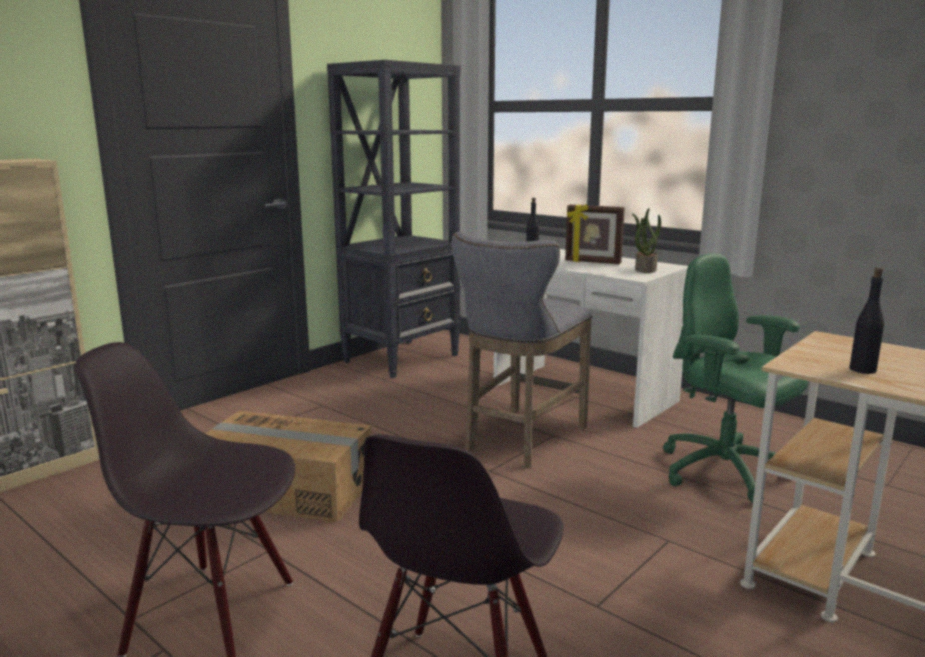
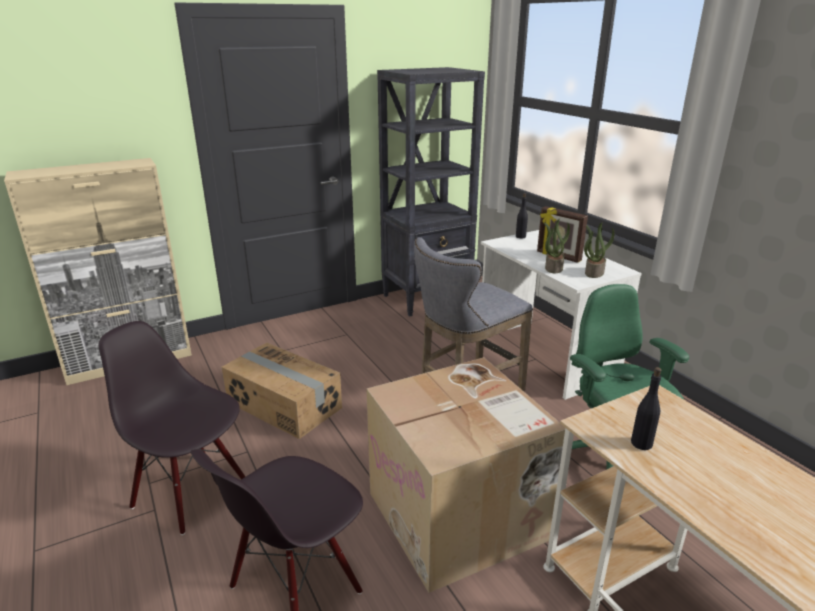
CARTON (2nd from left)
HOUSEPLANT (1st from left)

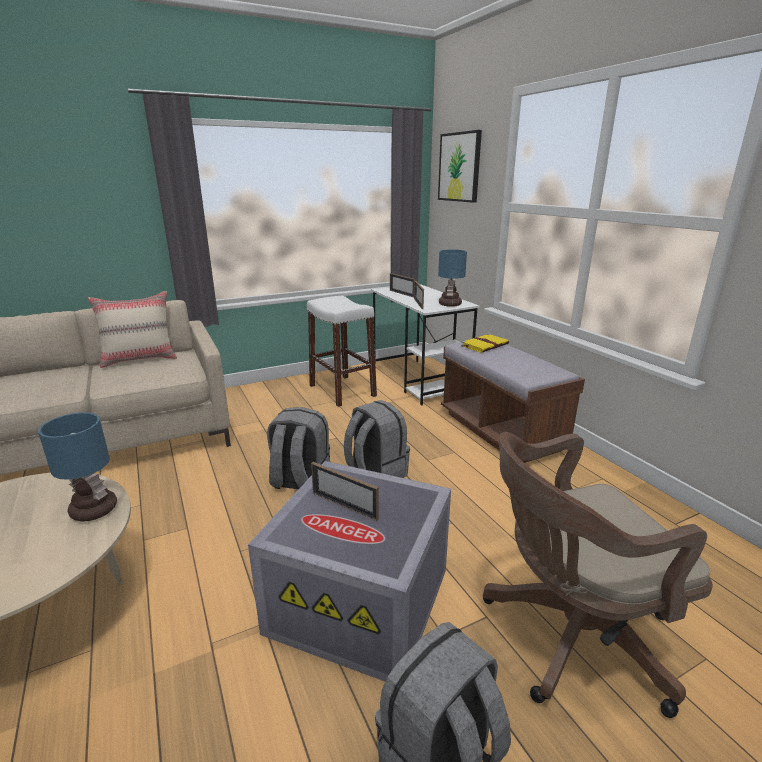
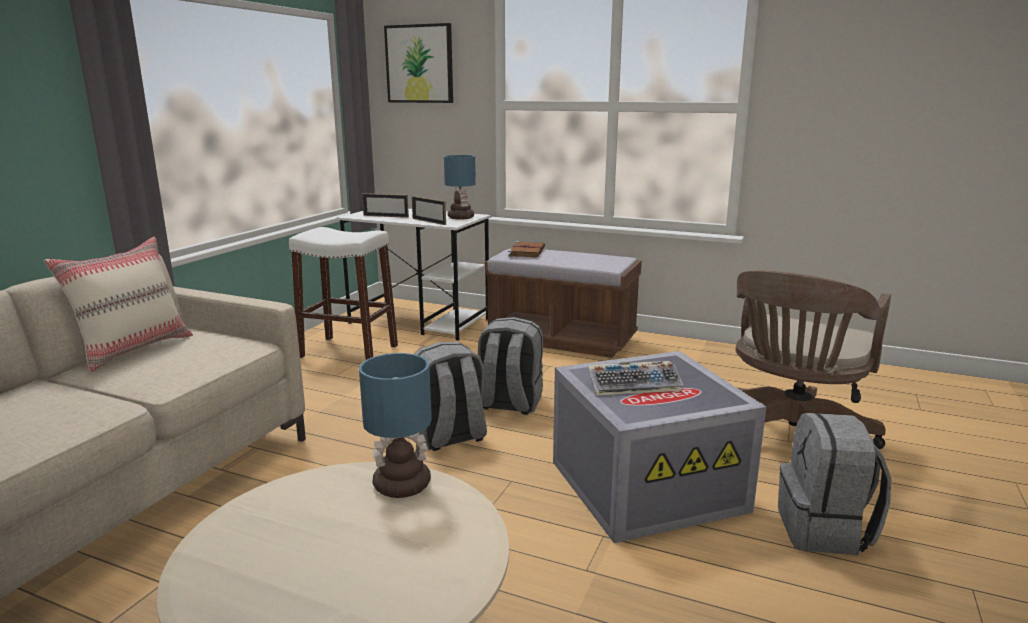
KEYBOARD
BROWNISH BOOK

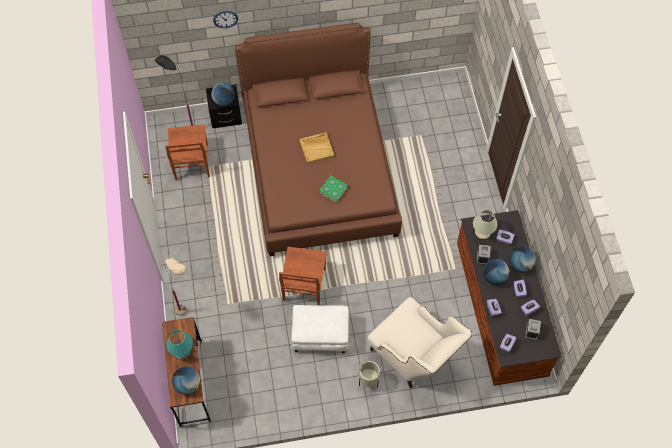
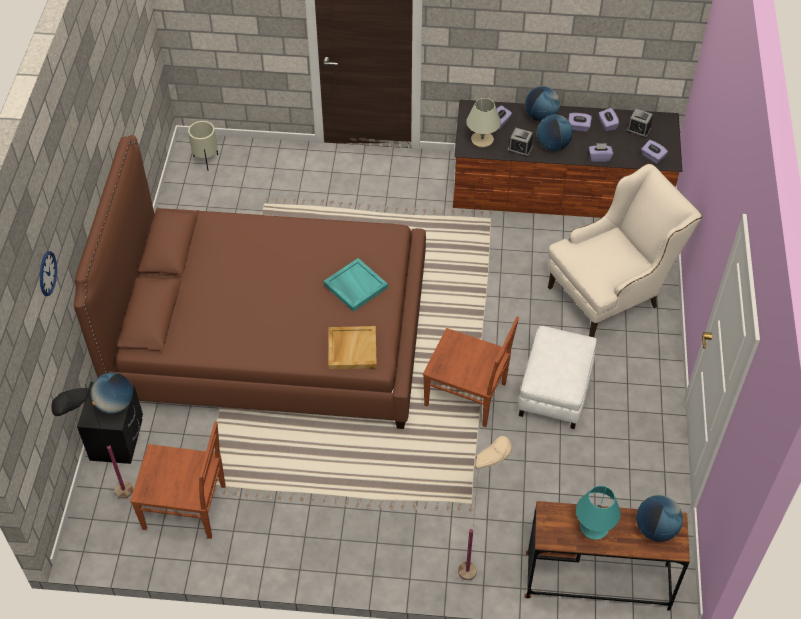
SAND-COLOURED TRAY
TURQUOISE TRAY
SAND-COLOURED PLANT POT

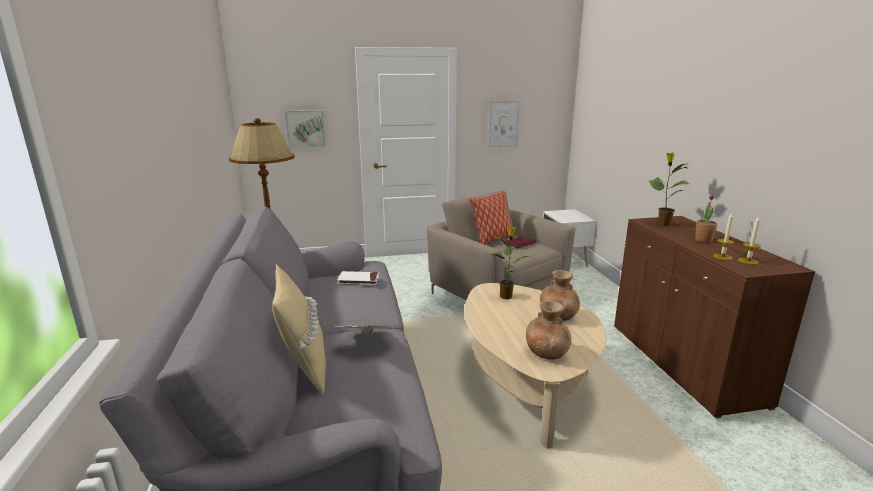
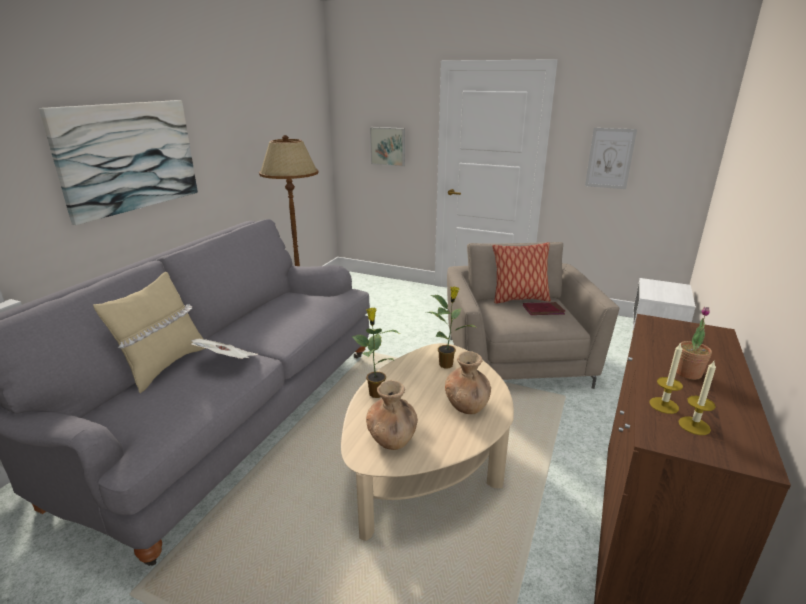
WHITISH BOOK
HOUSEPLANT (1st from left)
WALL ART (1st from left)

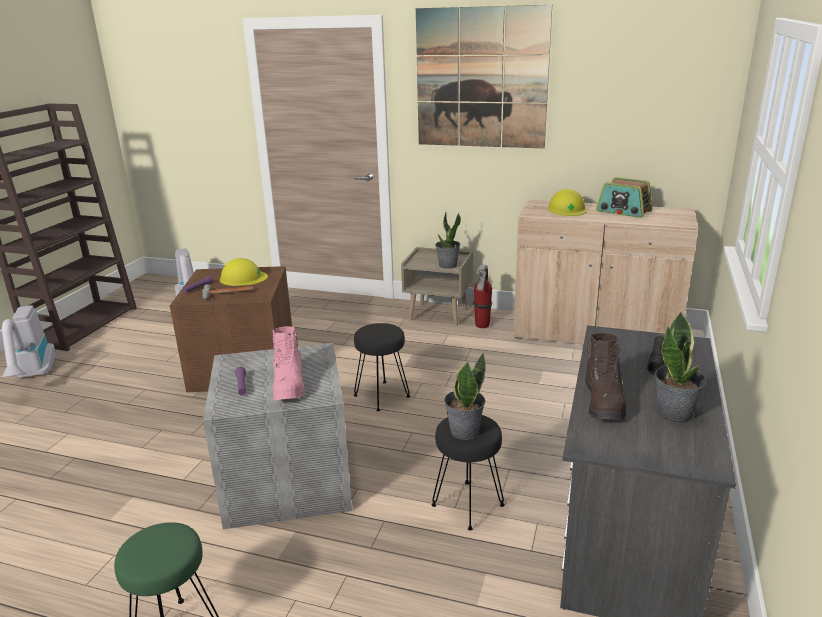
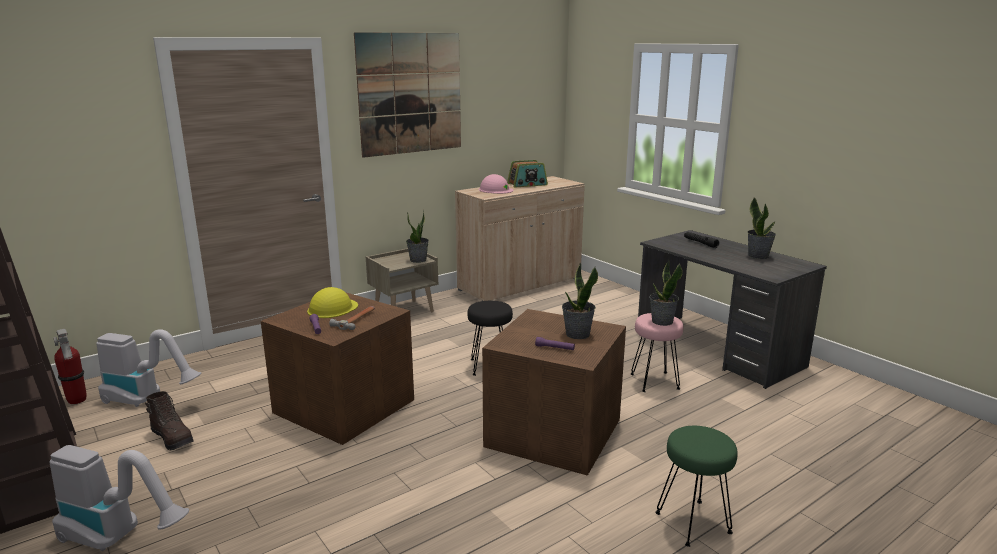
BROWNISH STORAGE BOX (2nd from left)
HOUSEPLANT (2nd from left)
PINK-COLOURED SITTING STOOL
FIRE EXTINGUISHER
PINK-COLOURED WORK HELMET
BROWNISH HIGH-TOP BOOT

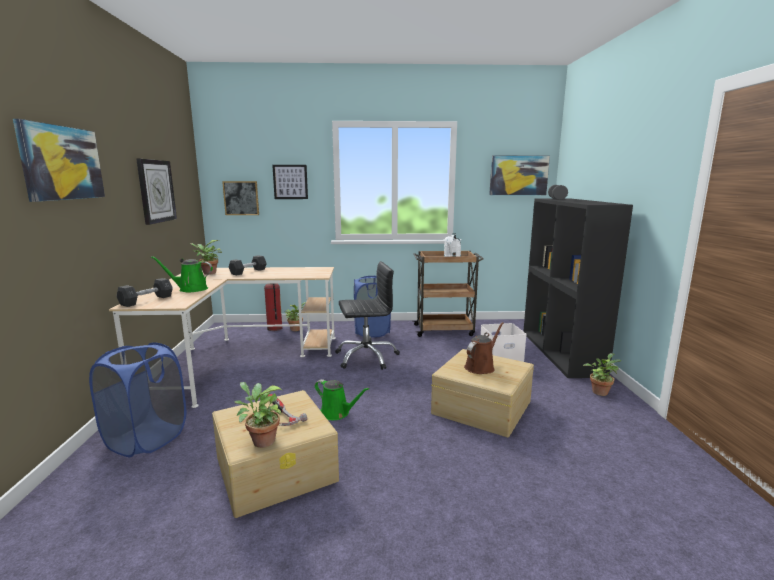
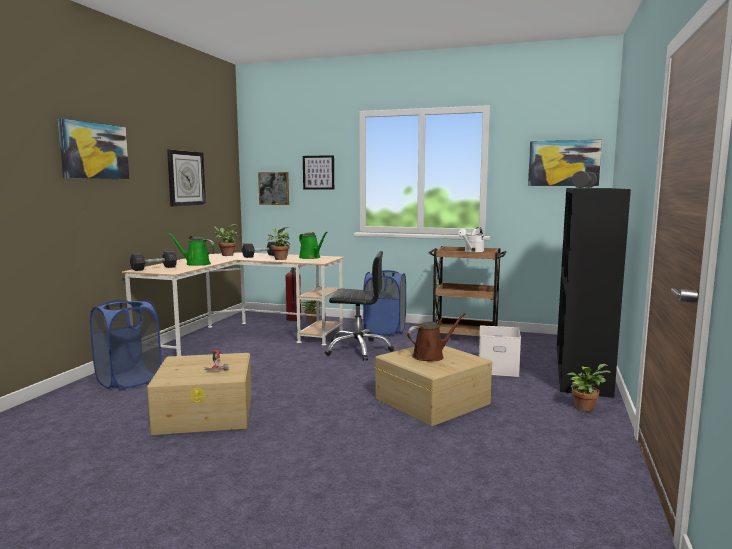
HOUSEPLANT (2nd from left)
GREENISH SPRINKLING CAN (2nd from left)

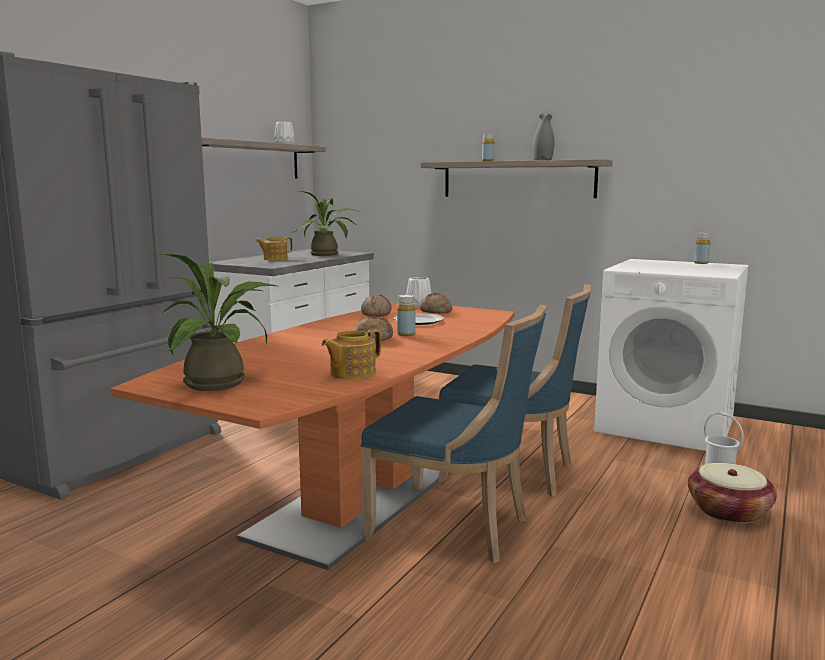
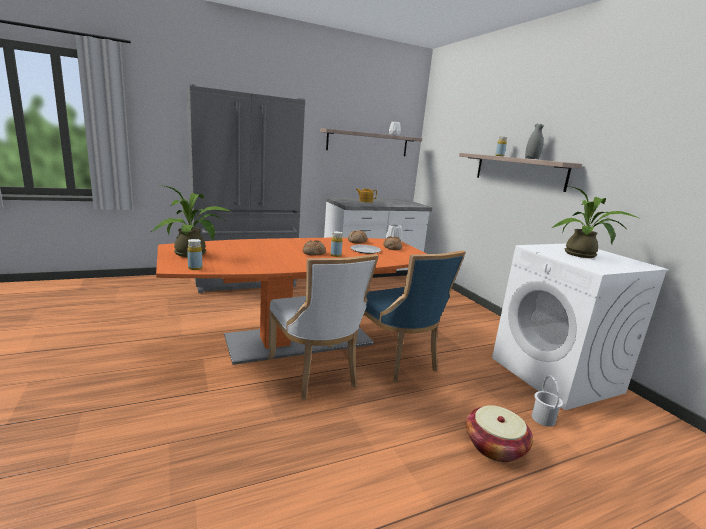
HOUSEPLANT (2nd from left)
TEA POT (2nd from left in the first image)
WHITISH CHAIR
YELLOW-COLOURED DRINK BOTTLE (1st from left)

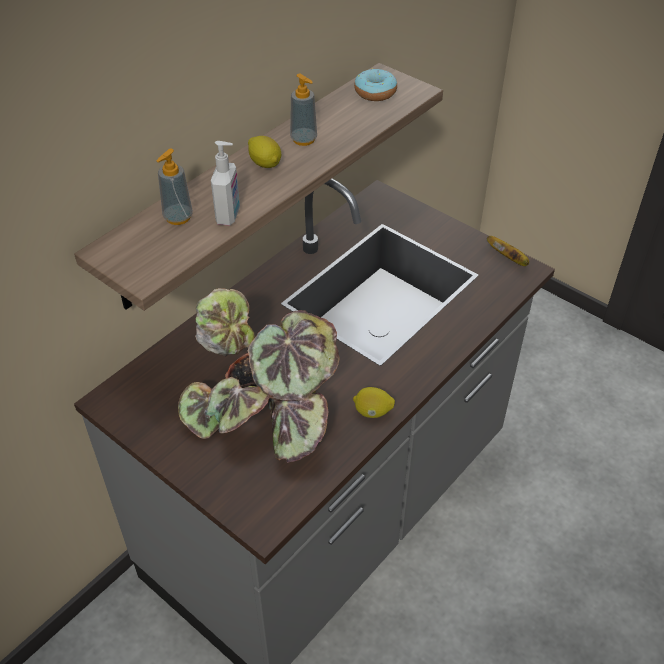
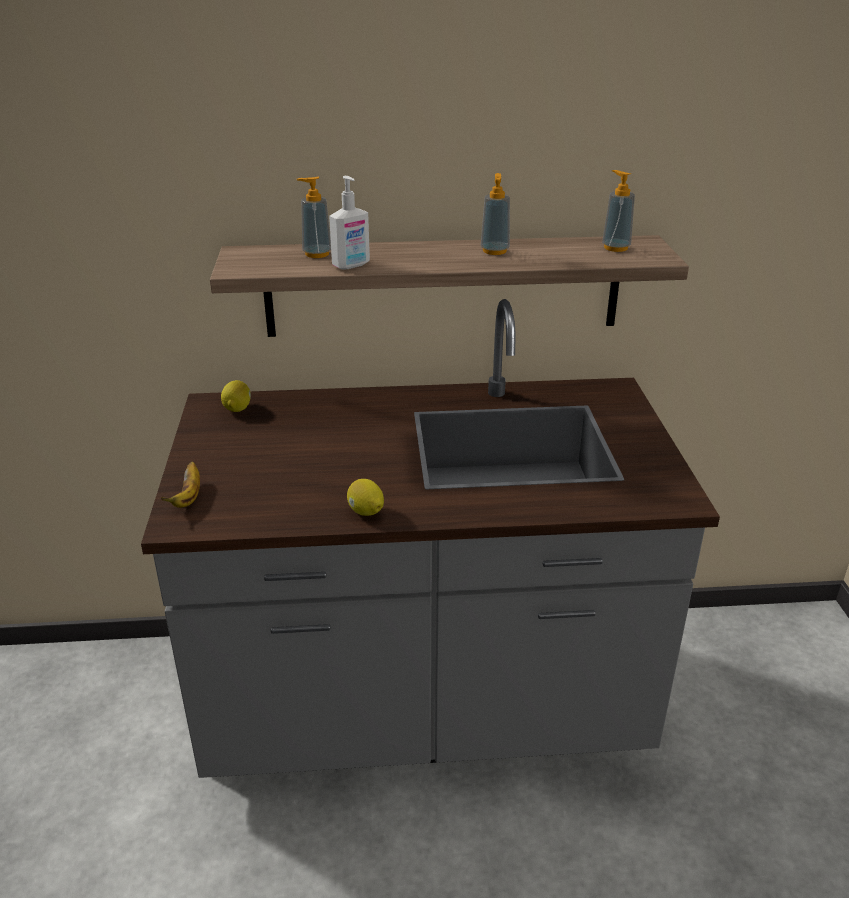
HOUSEPLANT
CITRUS FRUIT (1st from left)
LIQUID SOAP BOTTLE (4th from left)
WHOLE BANANA

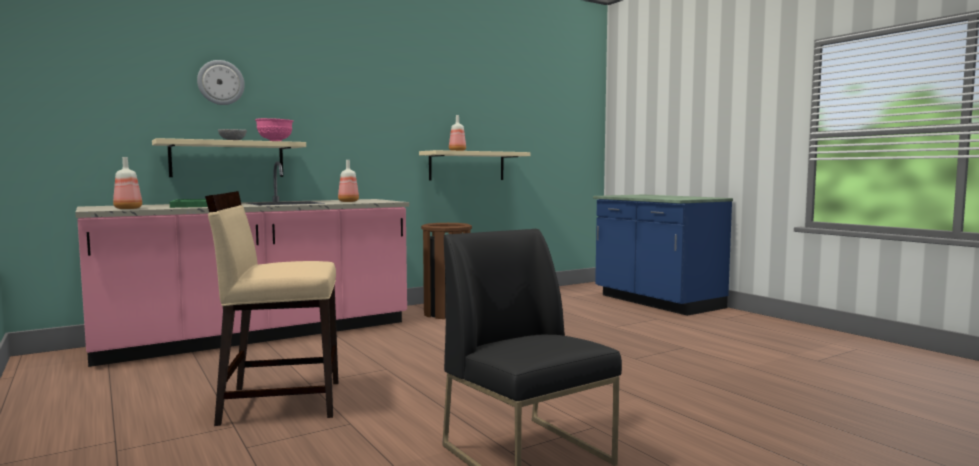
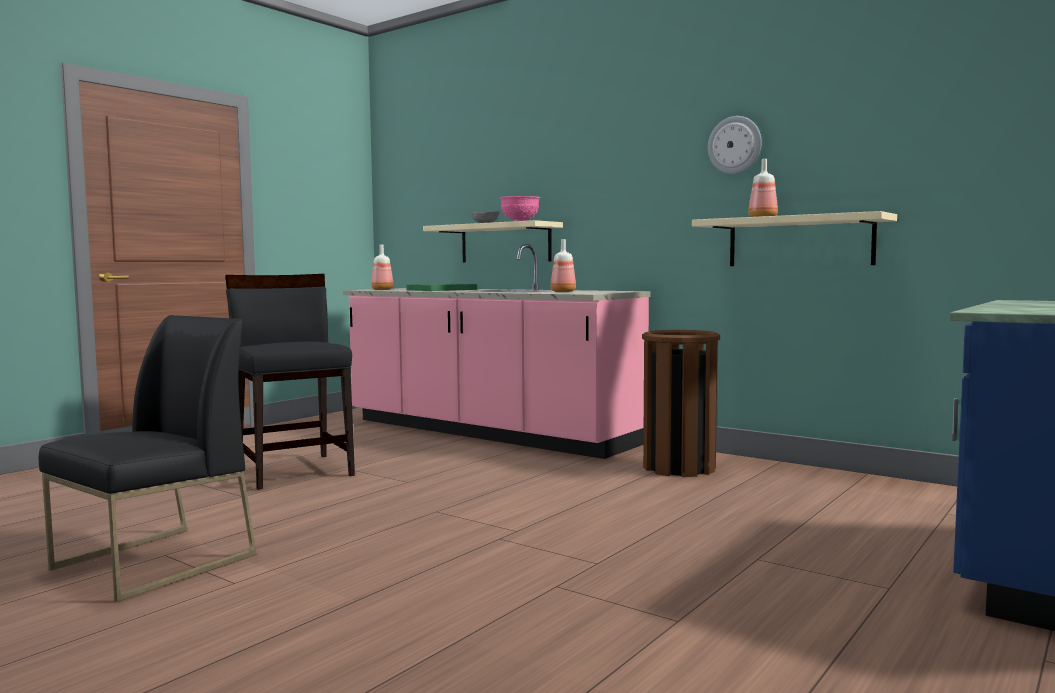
CLOCK ON THE WALL
BLACK-COLOURED CHAIR (2nd from left)

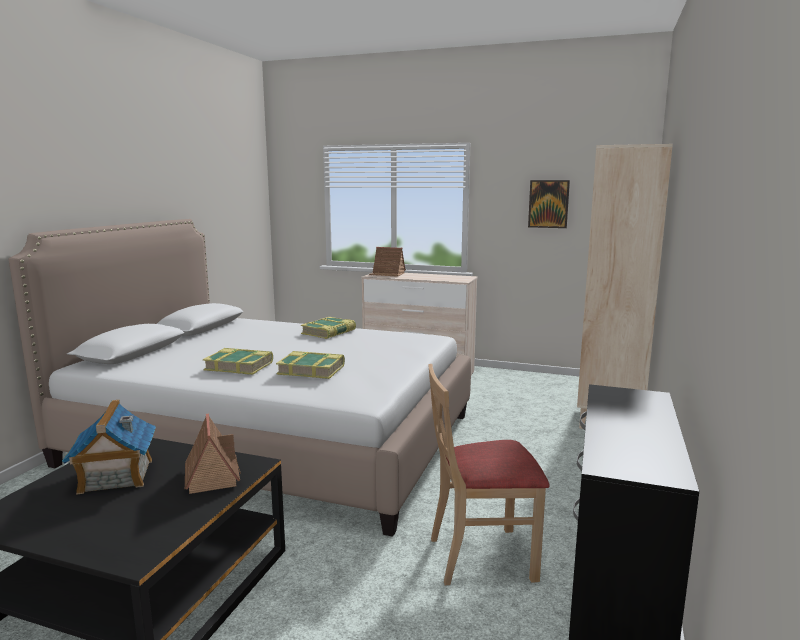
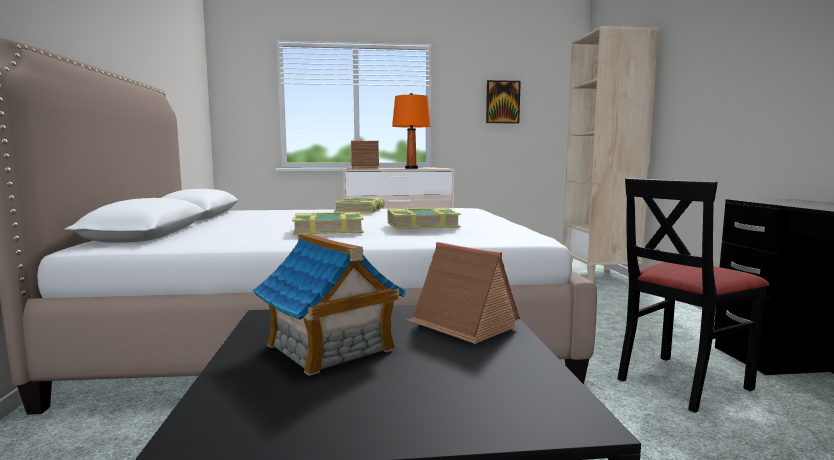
BLACK-COLOURED CHAIR
ORANGE-COLOURED TABLETOP LAMP

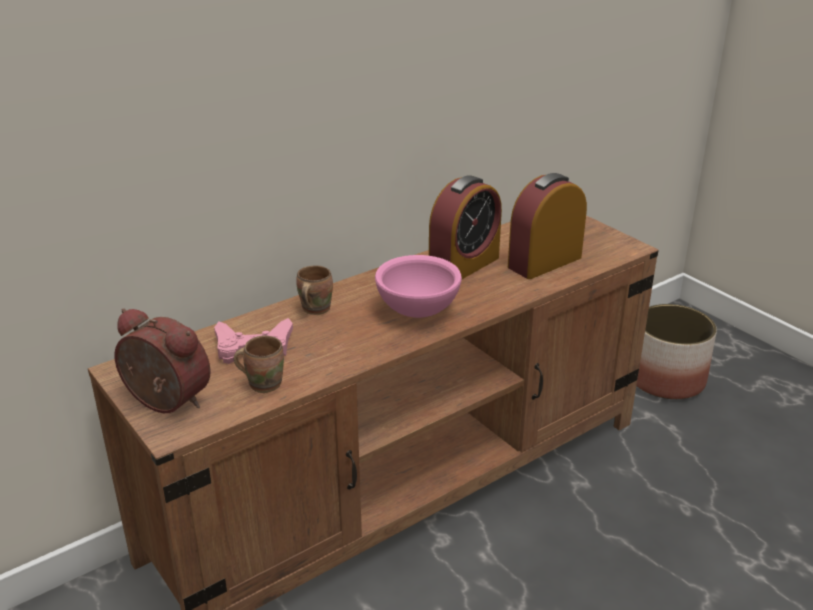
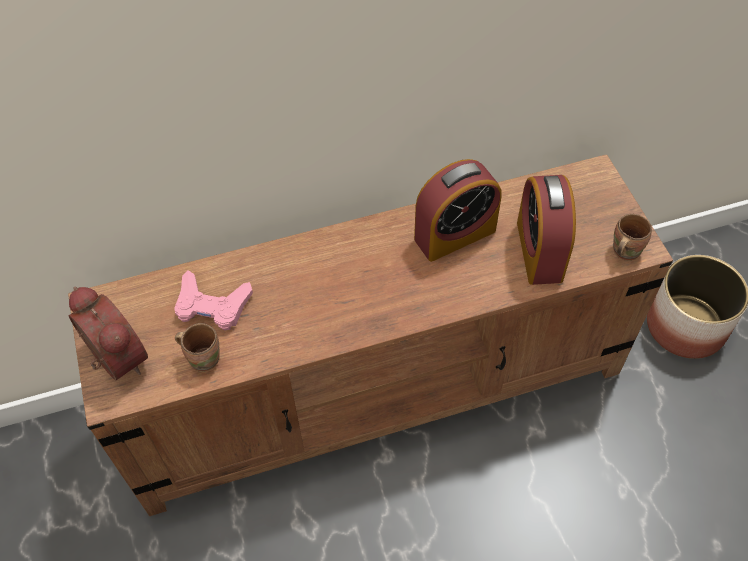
BROWNISH COFFEE MUG (2nd from left)
PINK-COLOURED SERVING BOWL
BEDSIDE CLOCK (3rd from left)

